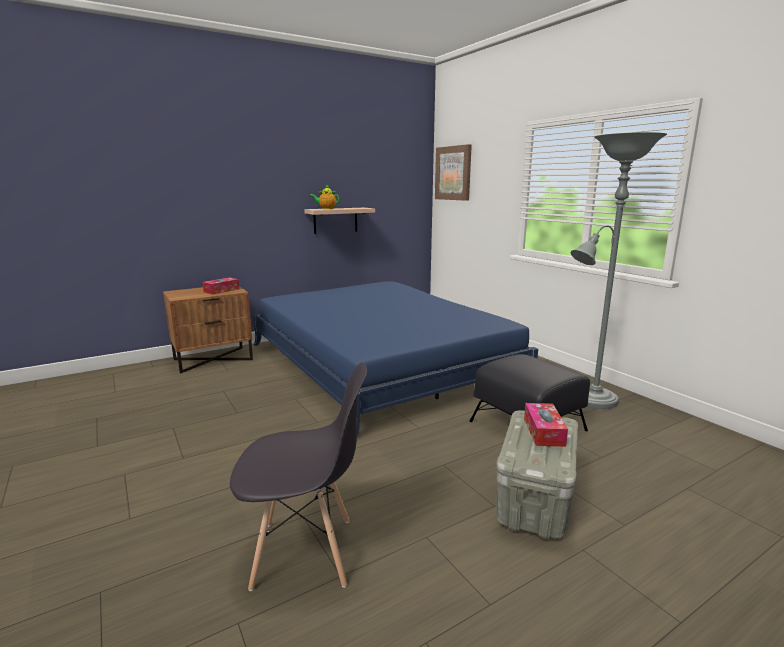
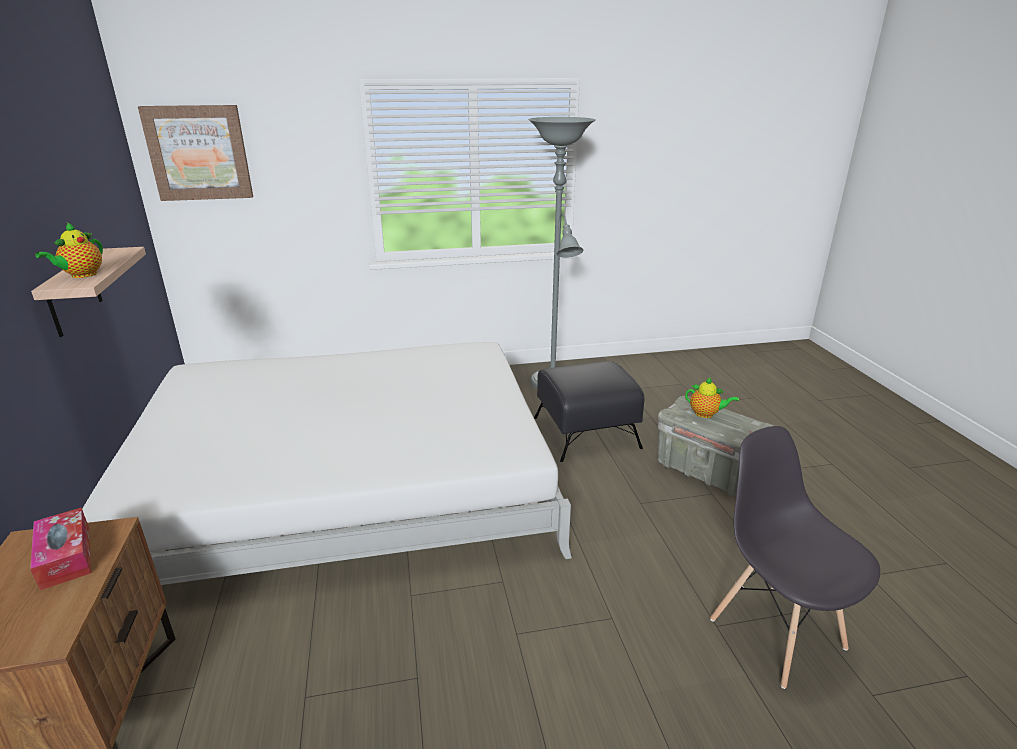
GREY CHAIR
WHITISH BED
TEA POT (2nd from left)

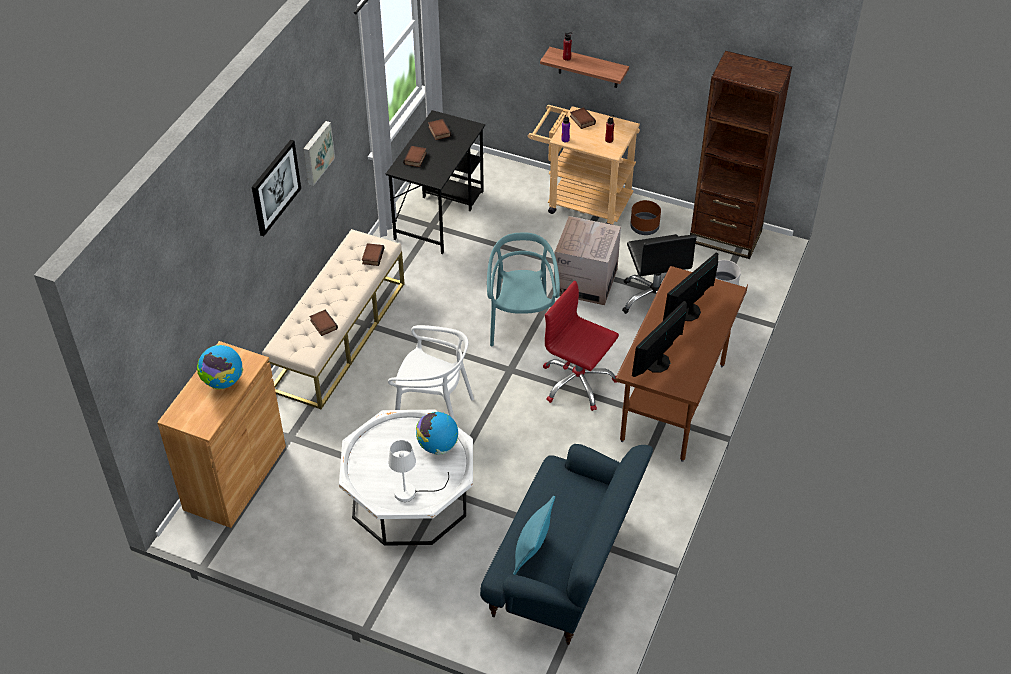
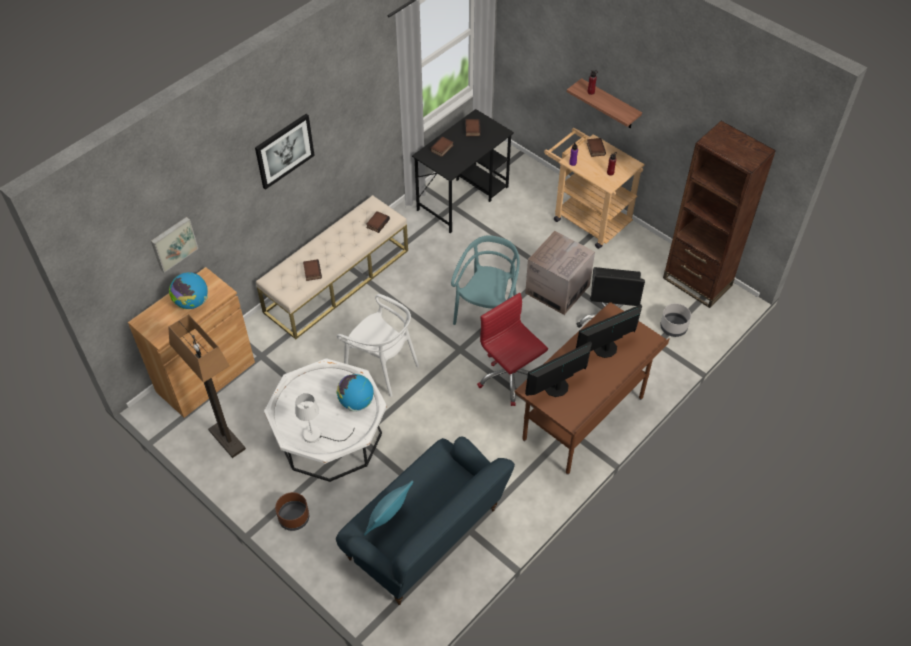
WALL ART (1st from left)
BROWNISH PLANT POT
FLOOR LAMP

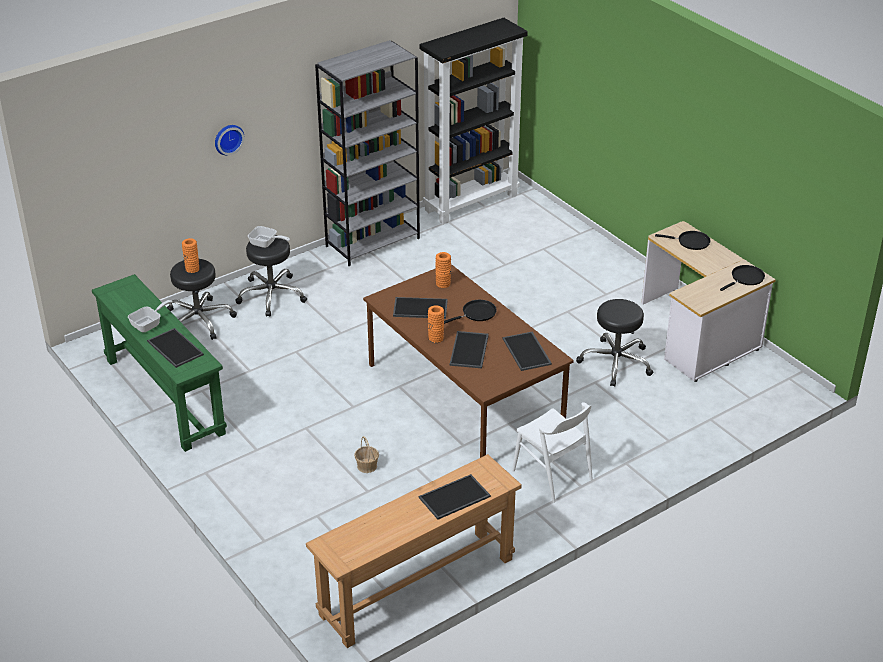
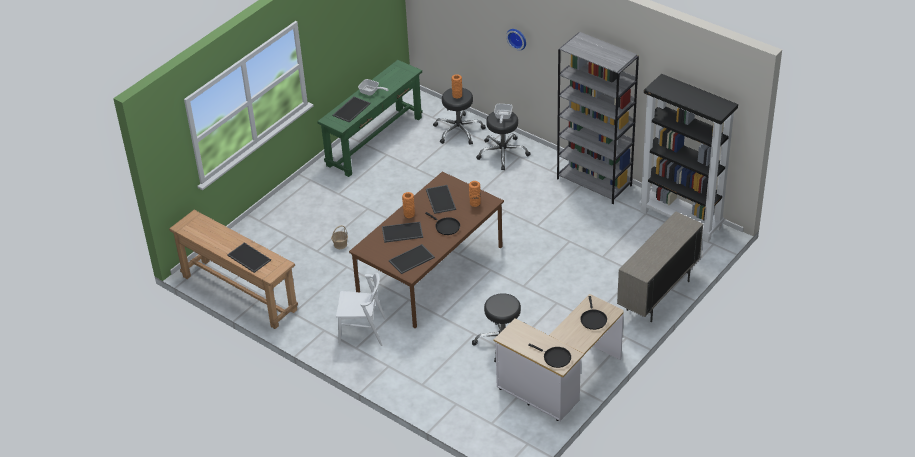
WHITISH CHAIR
SAND-COLOURED CUPBOARD

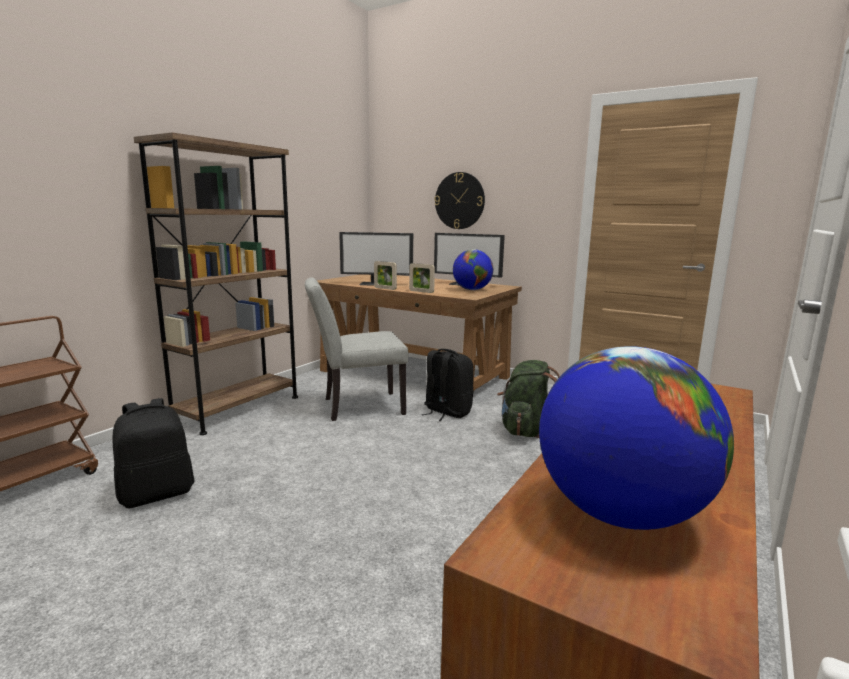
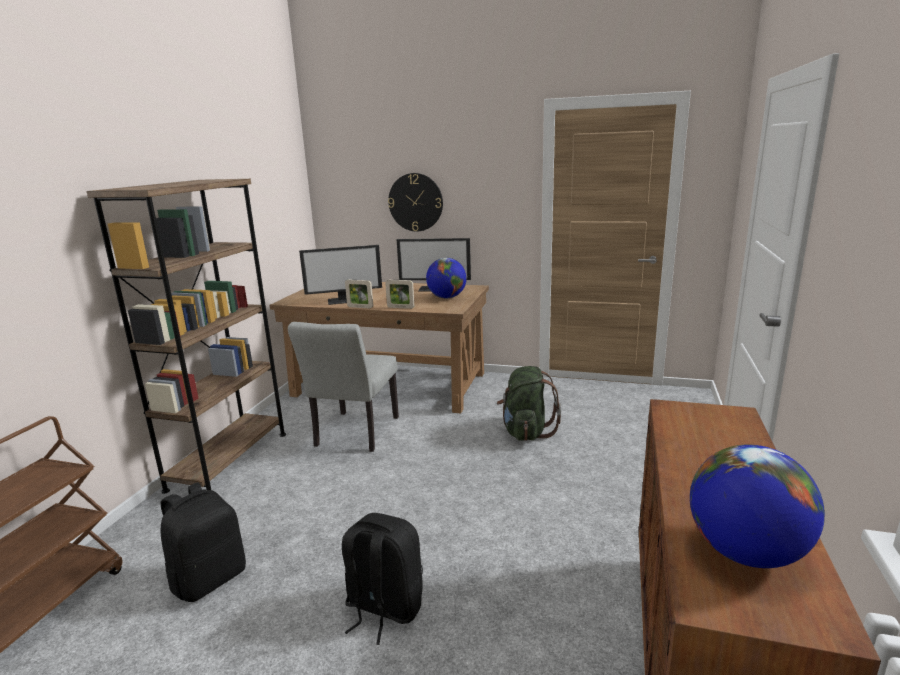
GREY CHAIR
BLACK-COLOURED BACKPACK (2nd from left)

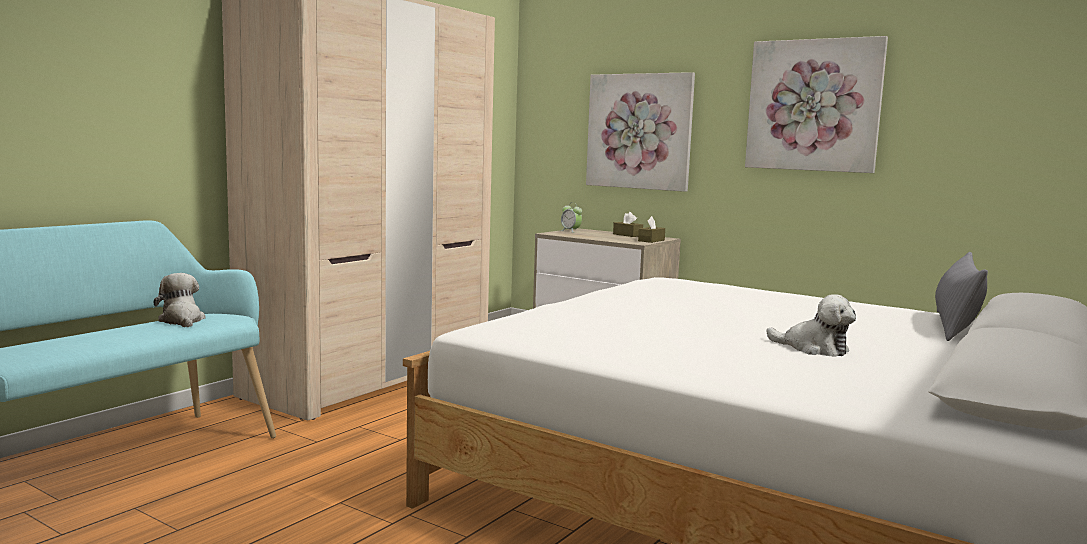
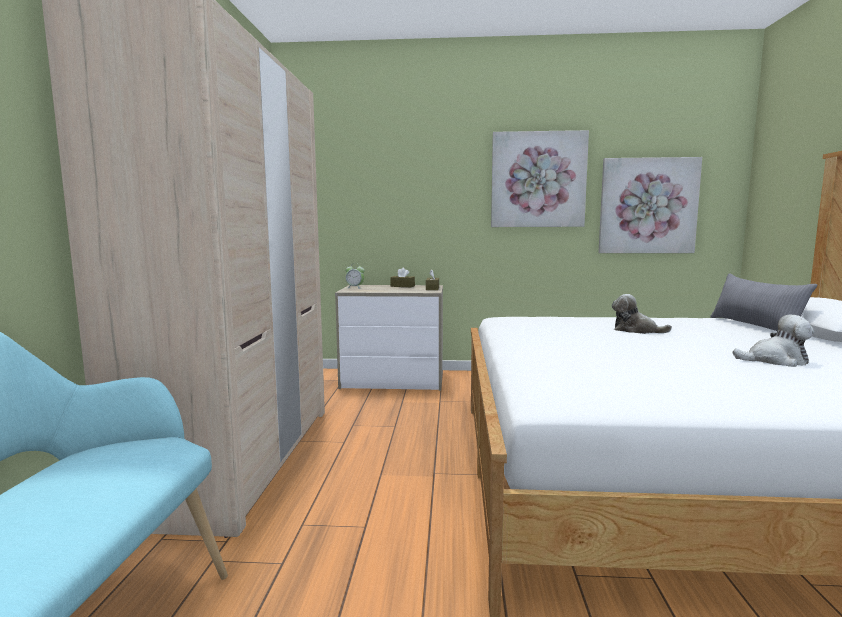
CUDDLY TOY (1st from left)
WALL ART (2nd from left)

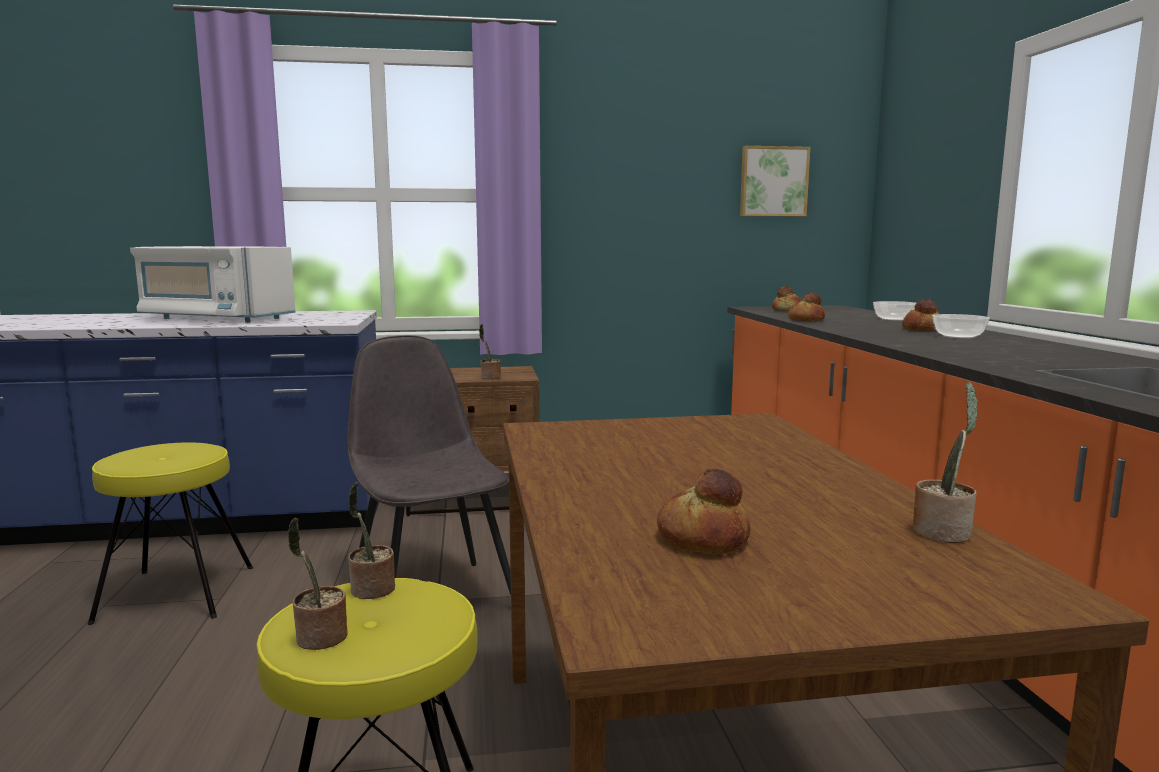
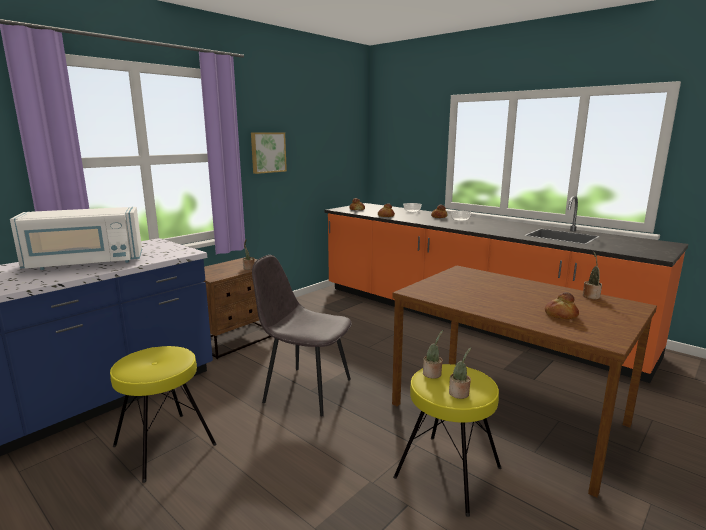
WALL ART

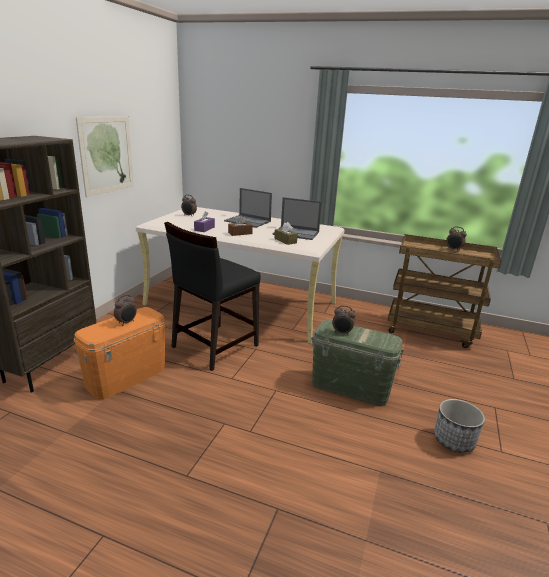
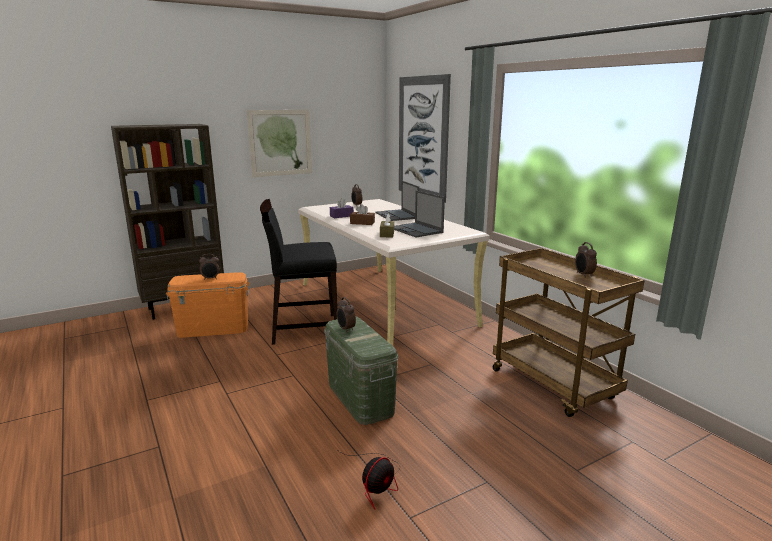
FAN
WALL ART (2nd from left)

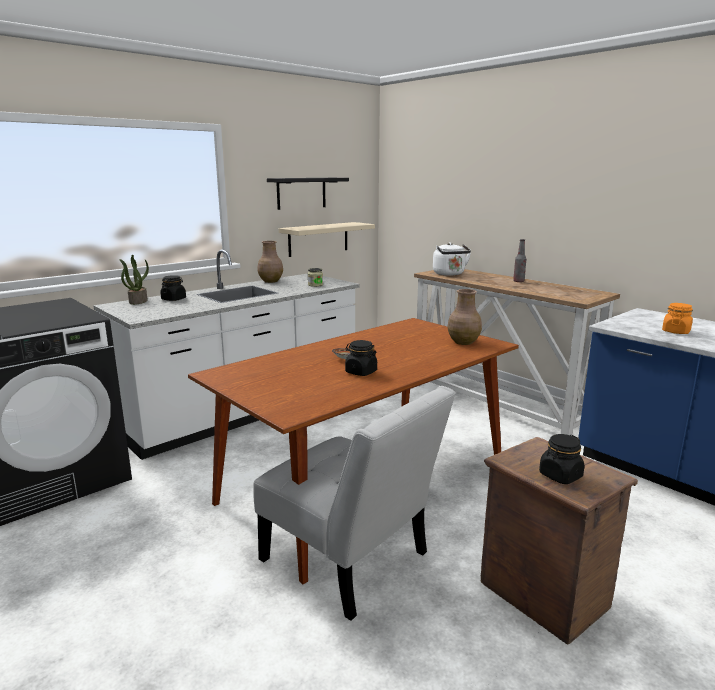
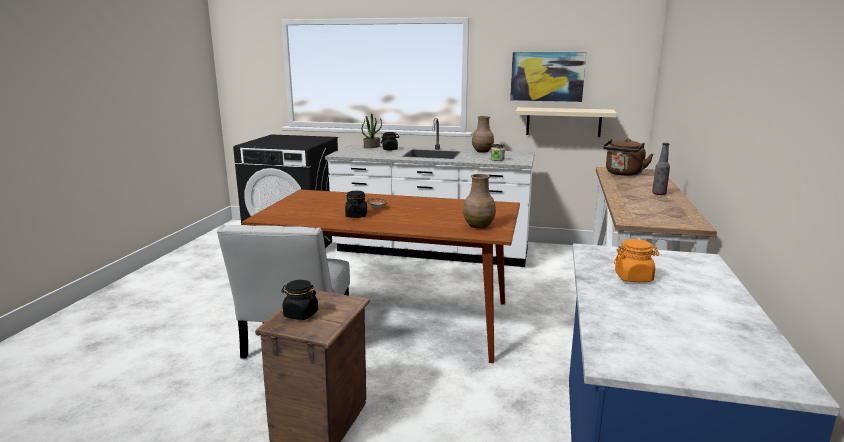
WALL ART
BROWNISH TEA KETTLE

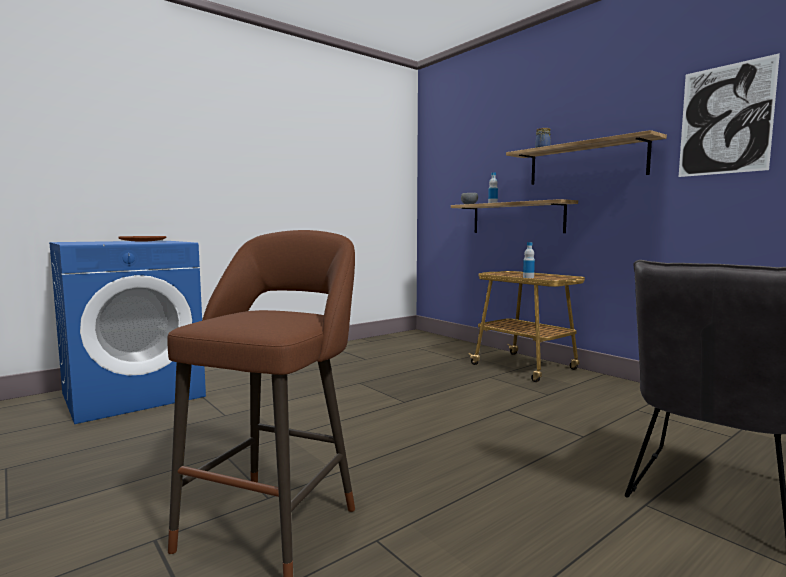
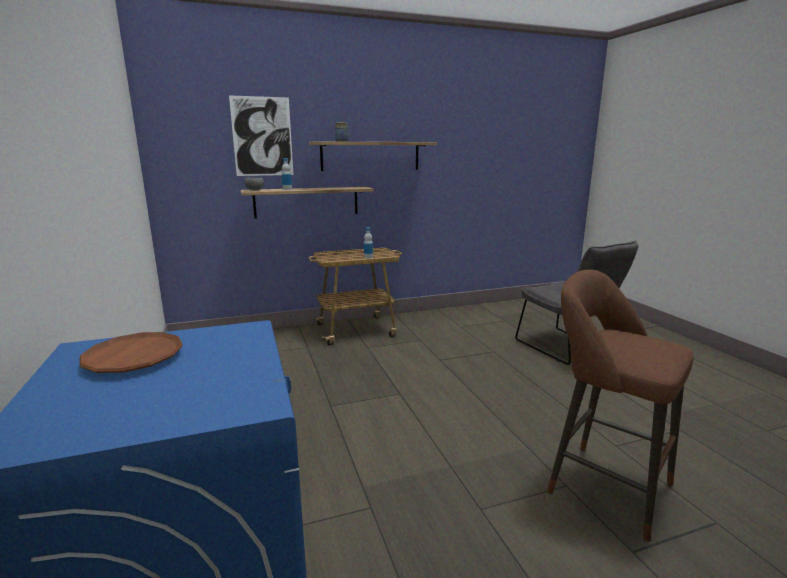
WALL ART

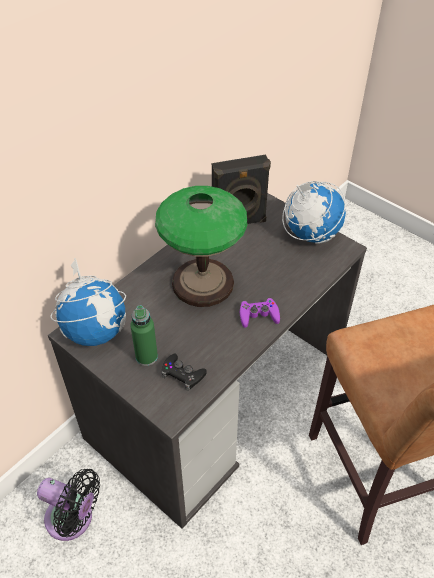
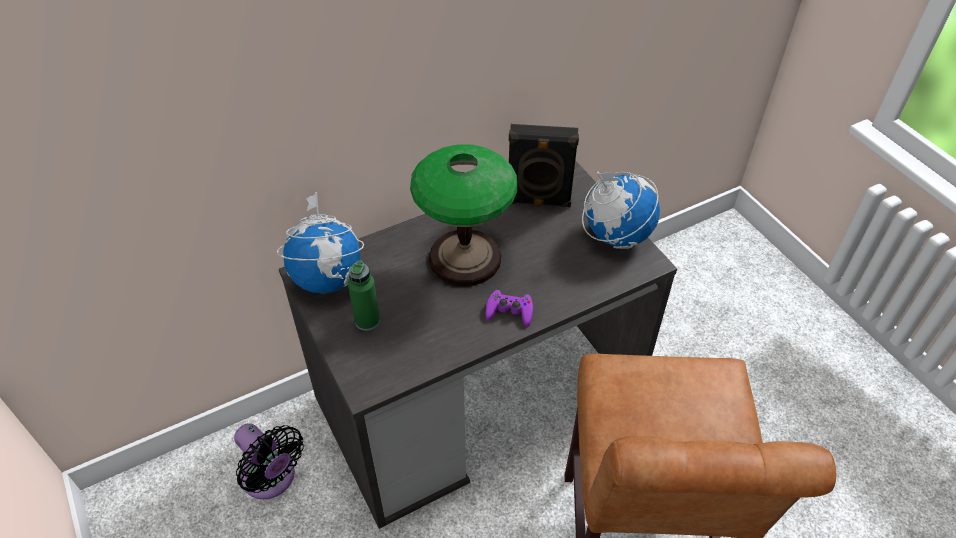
BLACK-COLOURED JOYPAD

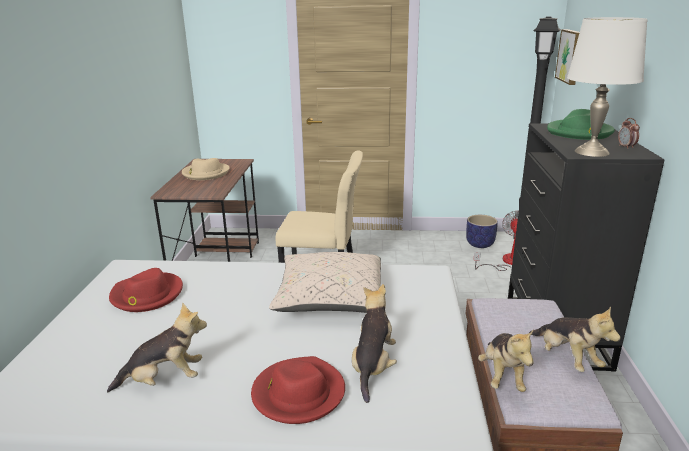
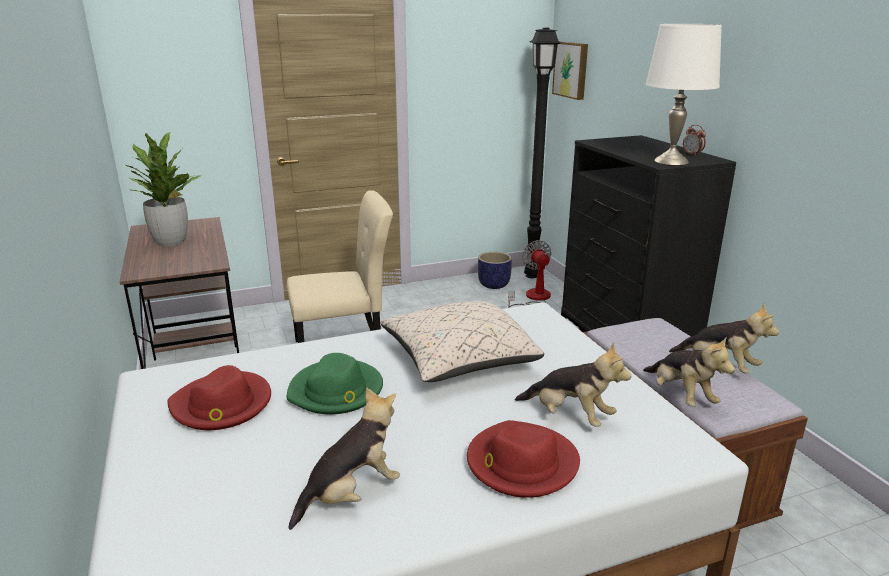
HOUSEPLANT
CUDDLY TOY (2nd from left)
GREENISH WEARABLE HAT

